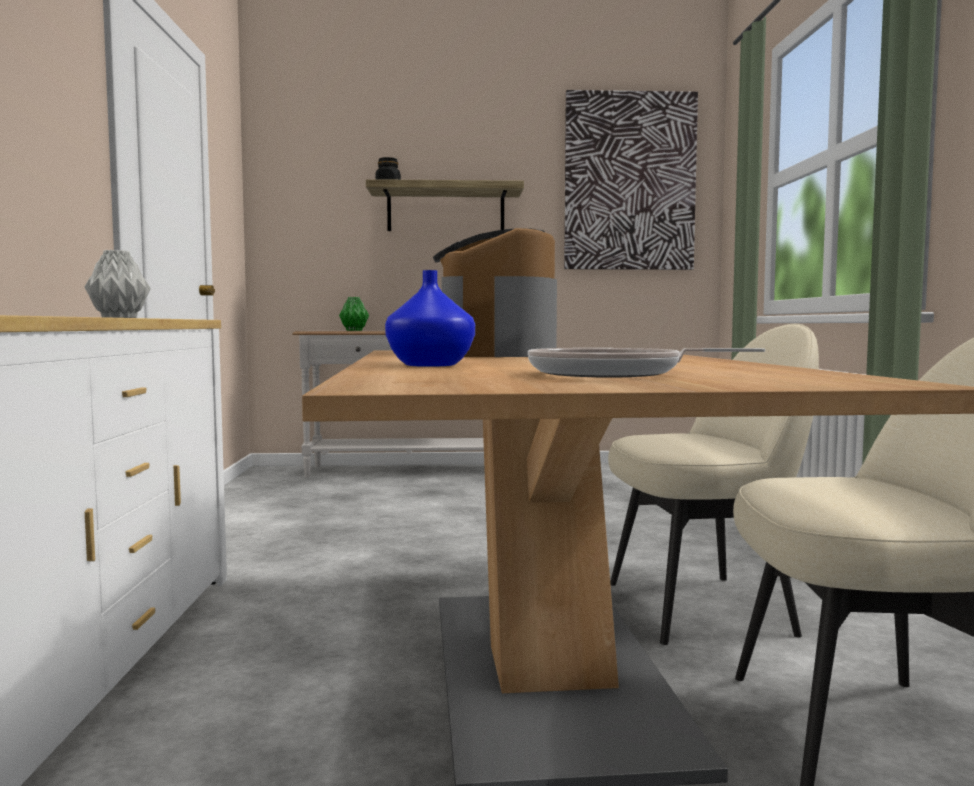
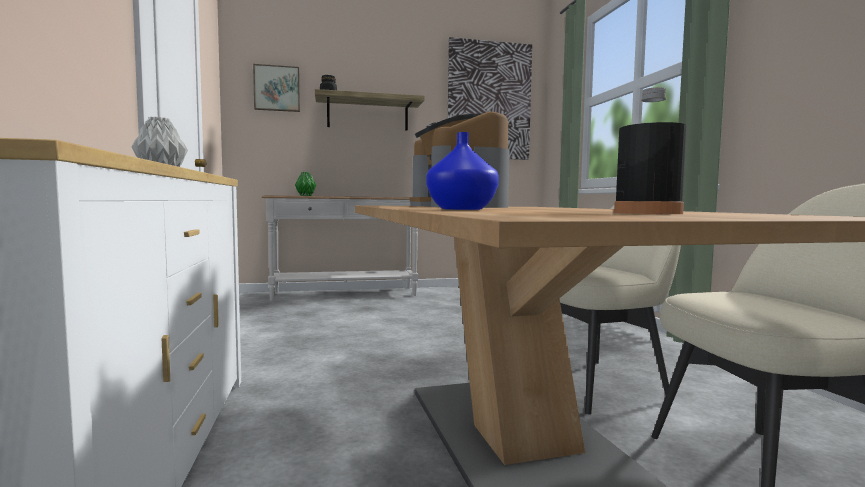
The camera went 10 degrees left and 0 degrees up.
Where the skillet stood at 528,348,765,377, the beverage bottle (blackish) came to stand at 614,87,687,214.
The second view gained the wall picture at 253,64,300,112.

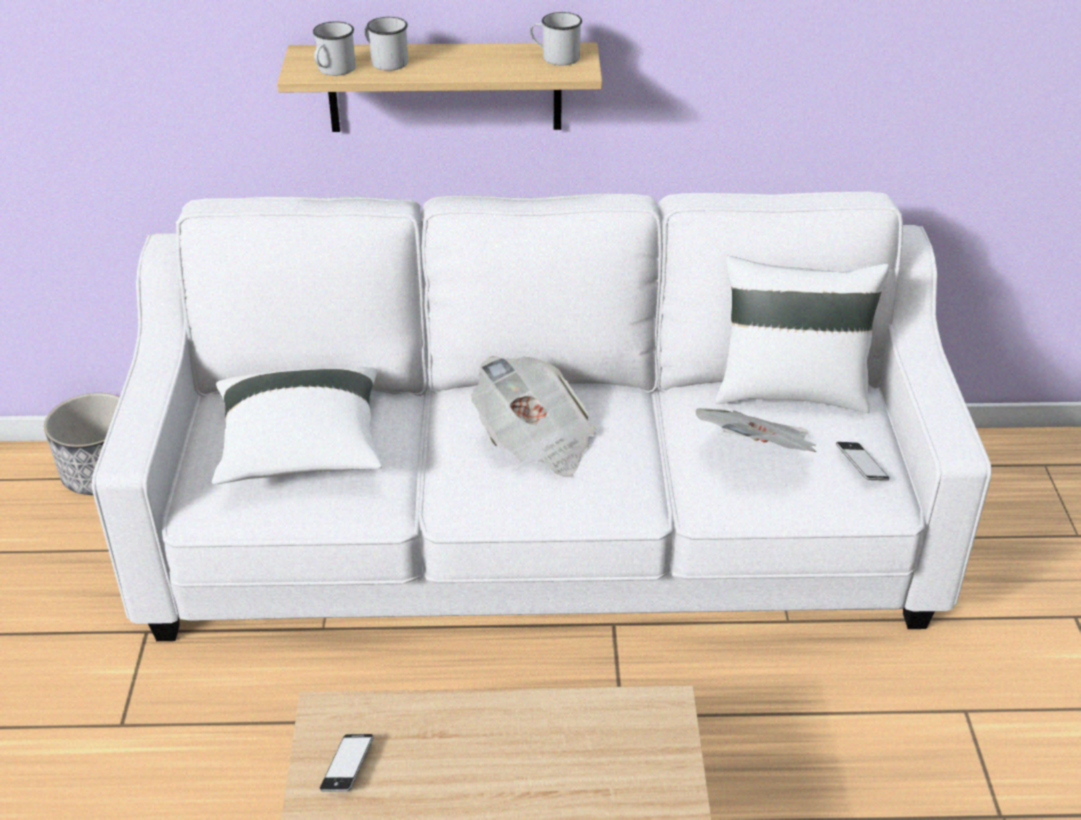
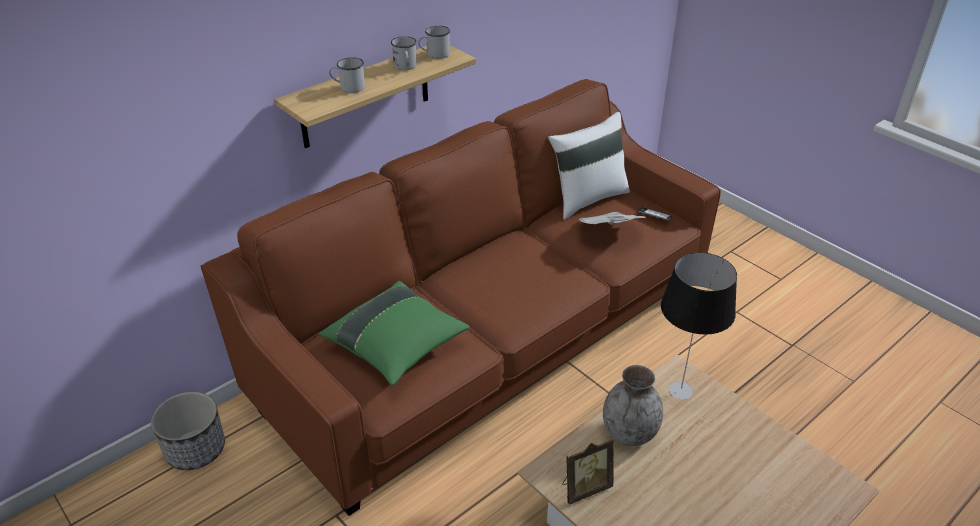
The camera went 40 degrees left and 0 degrees up.
What was the settee (white) at 91,192,992,641 turned into the settee (brown-coloured) at 200,79,721,516.
What was the throw pillow (white) at 212,367,382,484 turned into the throw pillow (green-coloured) at 319,281,470,386.
The coffee mug (white) ended up elsewhere, having gone from 313,22,356,76 to 391,36,417,70.
Where the handset stood at 320,734,374,792, the standing frame came to stand at 562,438,614,505.
The second view lost the newspaper at 471,356,597,477.
The second view gained the vase (grey) at 603,365,663,446.
The second view gained the table lamp at 661,252,737,399.

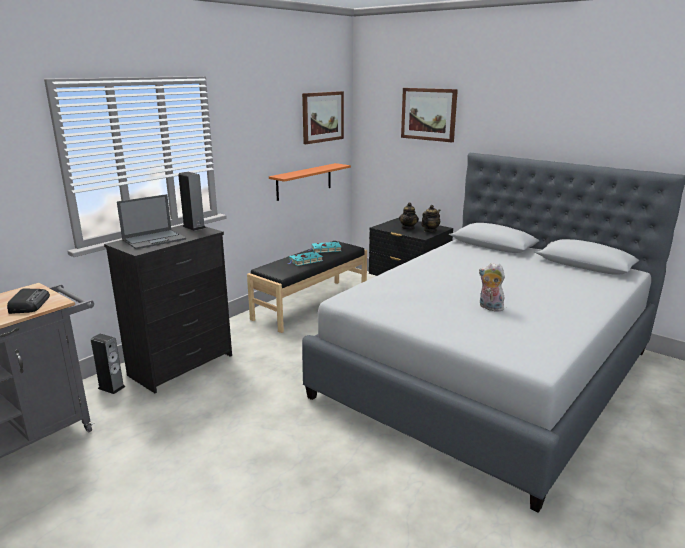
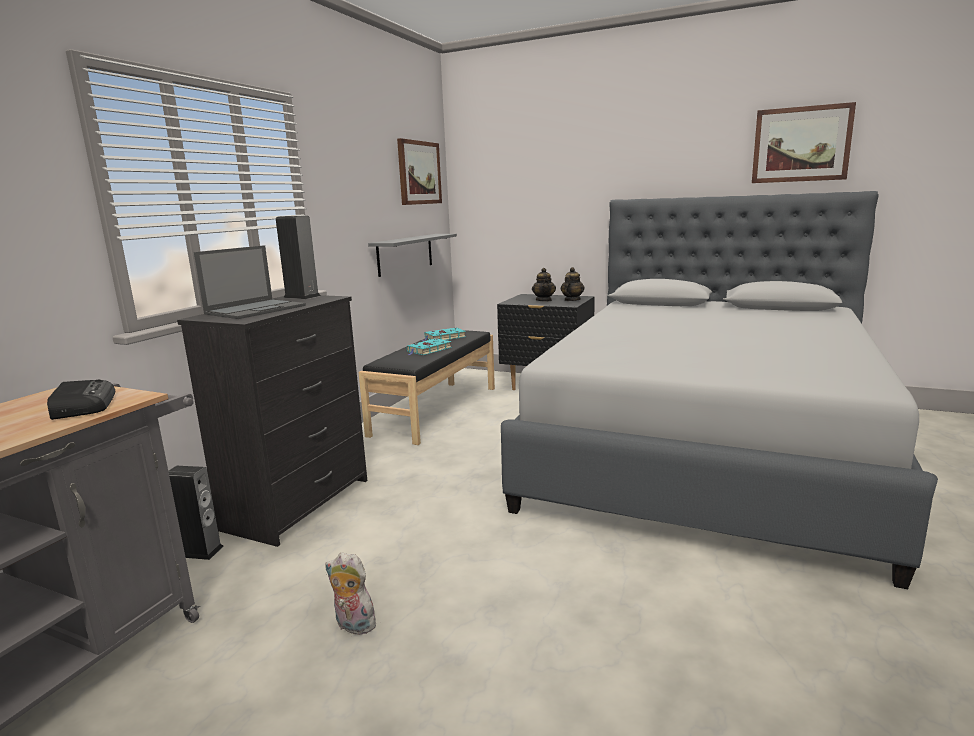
The camera went 15 degrees left and 5 degrees down.
What was the shelf (orangey) at 269,163,351,201 turned into the shelf (grey) at 368,234,457,277.
The wall picture ended up elsewhere, having gone from 401,88,458,142 to 752,102,856,183.
The soft toy ended up elsewhere, having gone from 479,263,505,312 to 325,552,378,635.

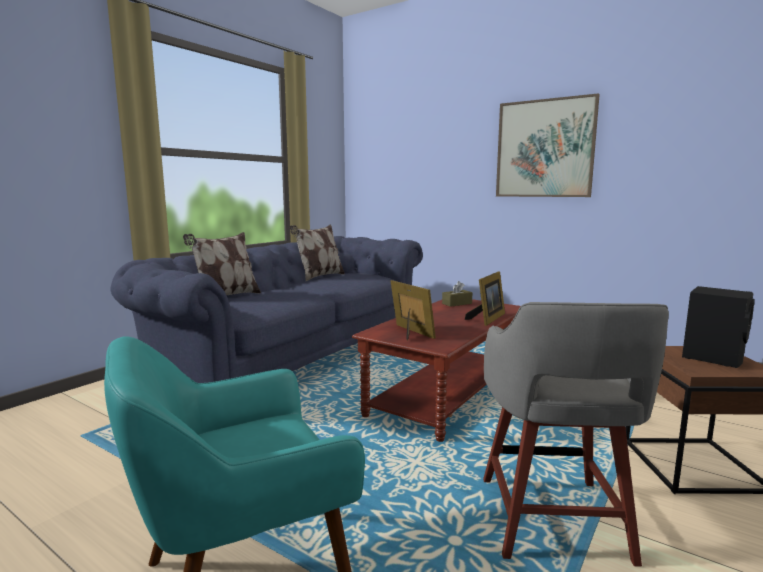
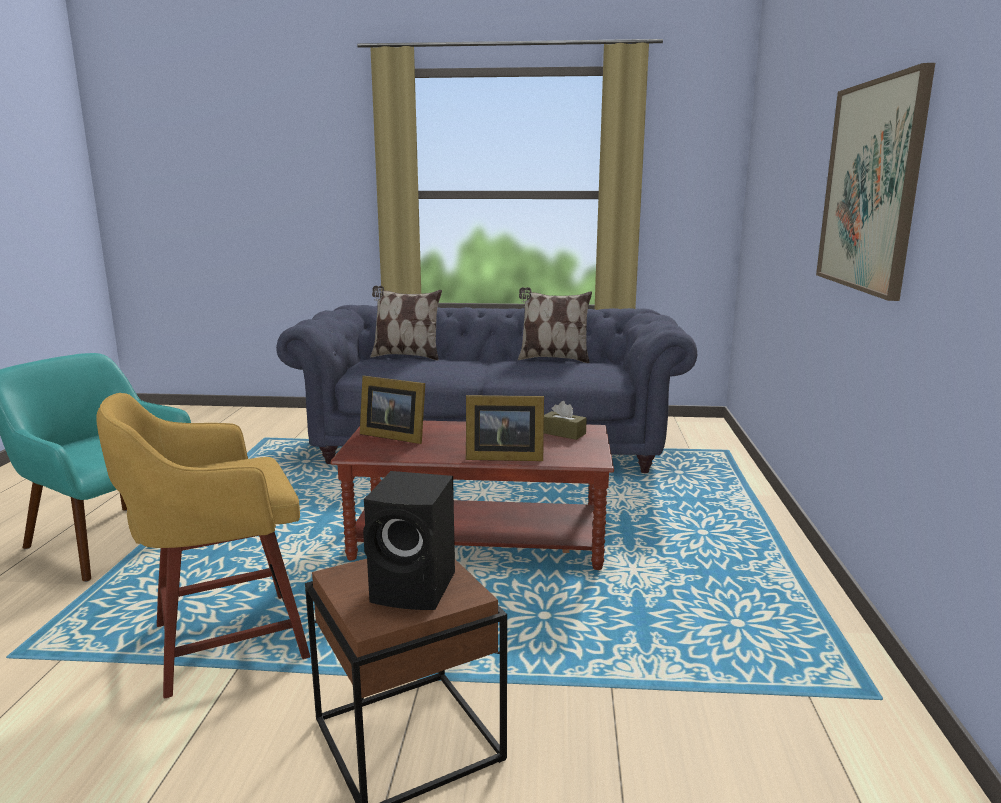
The camera went 60 degrees right and 5 degrees up.
The standing frame at 391,280,436,341 ended up facing another way, 90 degrees clockwise from before.
What was the sitting stool (grey) at 483,302,669,567 turned into the sitting stool (yellowish) at 96,393,310,699.

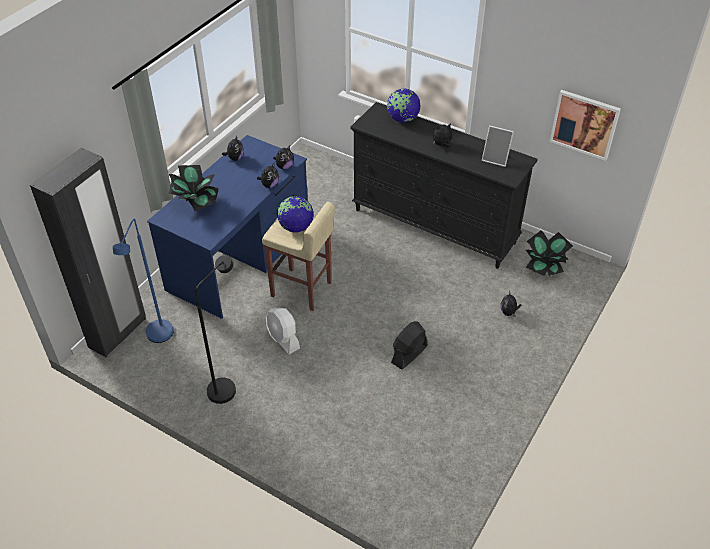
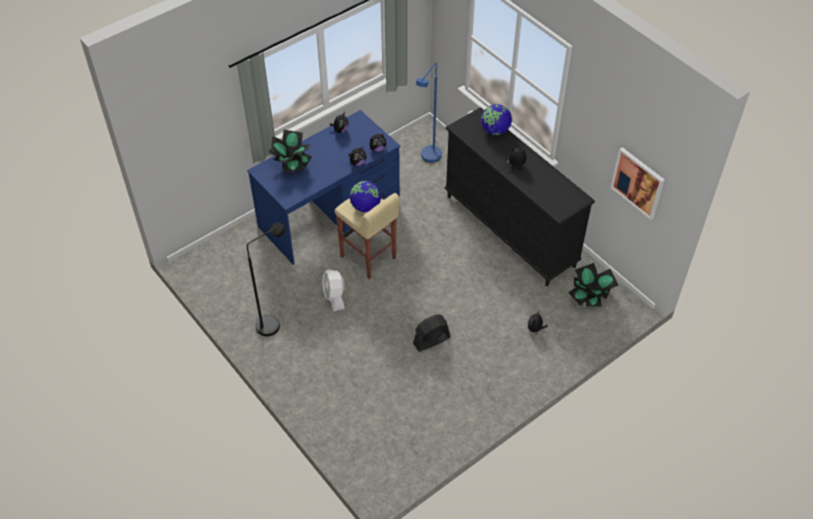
The camera went 20 degrees right and 5 degrees up.
The second view lost the clothes cupboard (blackish) at 30,148,146,357.
The standing lamp (blue-coloured) ended up elsewhere, having gone from 113,218,174,343 to 416,63,442,163.
The second view lost the standing frame at 482,125,514,167.

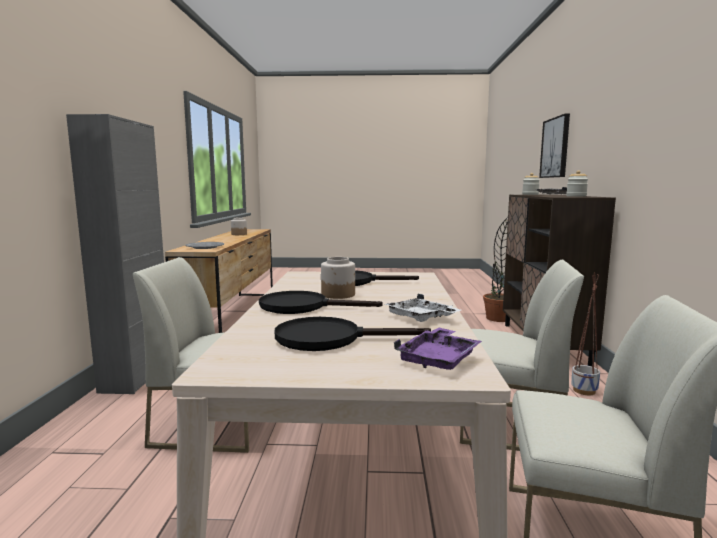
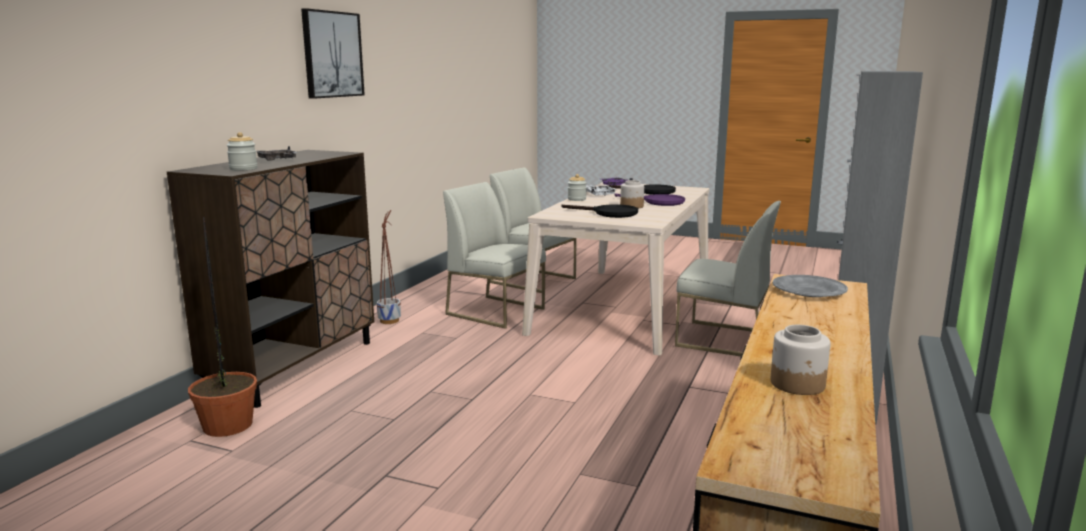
The camera went 160 degrees left and 5 degrees up.
What was the skillet (blackish) at 259,291,383,314 turned into the skillet (purple-coloured) at 615,193,685,206.
The wall picture ended up elsewhere, having gone from 539,113,570,178 to 301,8,365,99.
The preserve jar ended up elsewhere, having gone from 566,171,588,197 to 568,174,587,201.

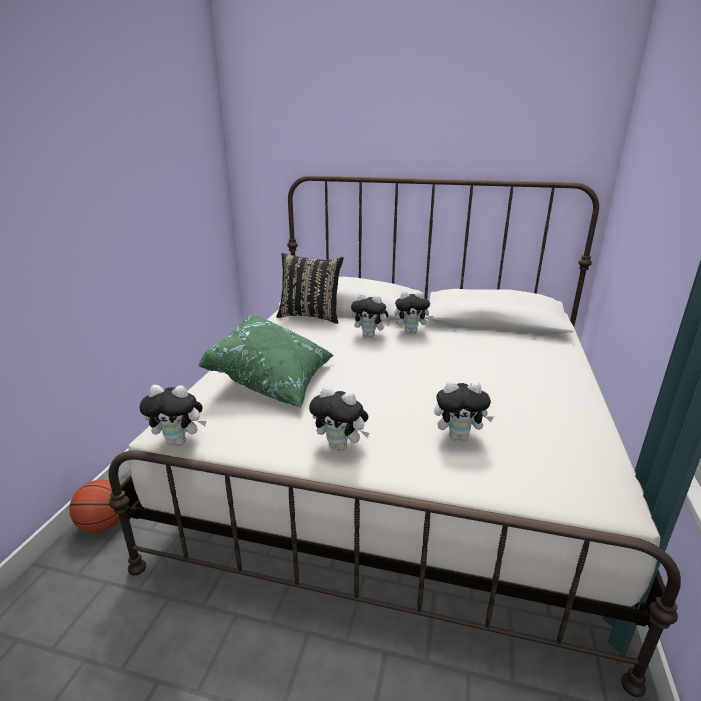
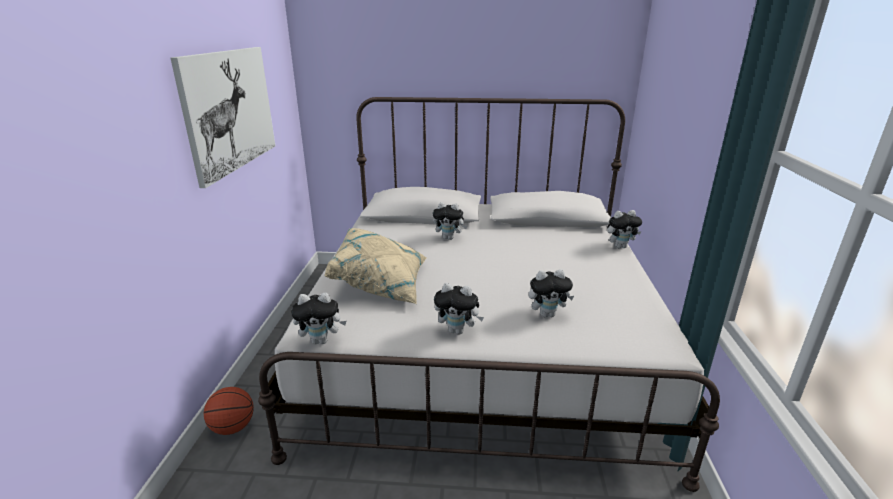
The camera went 10 degrees left and 0 degrees up.
What was the throw pillow (green-coloured) at 198,315,334,408 turned into the throw pillow (sand-coloured) at 324,228,427,304.
The second view lost the throw pillow (blackish) at 276,253,344,324.
The soft toy ended up elsewhere, having gone from 394,291,433,333 to 607,210,642,248.
The second view gained the wall picture at 170,47,275,188.

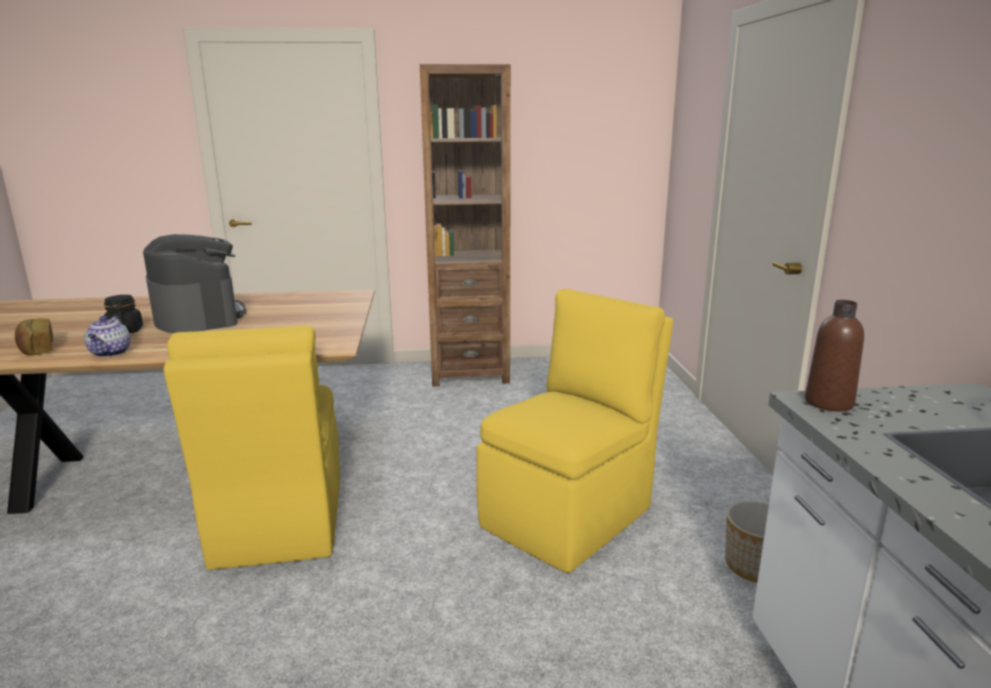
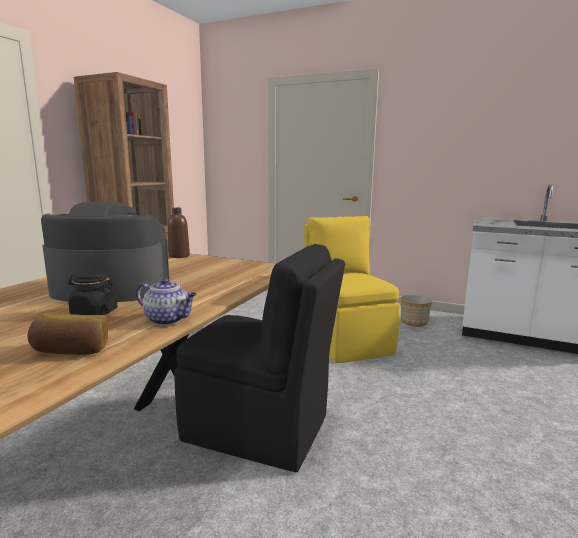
The camera went 60 degrees left and 5 degrees down.
What was the plain chair (yellowish) at 164,325,340,570 turned into the plain chair (blackish) at 174,244,345,472.
The beverage bottle (brown-coloured) ended up elsewhere, having gone from 805,300,864,411 to 168,208,190,258.

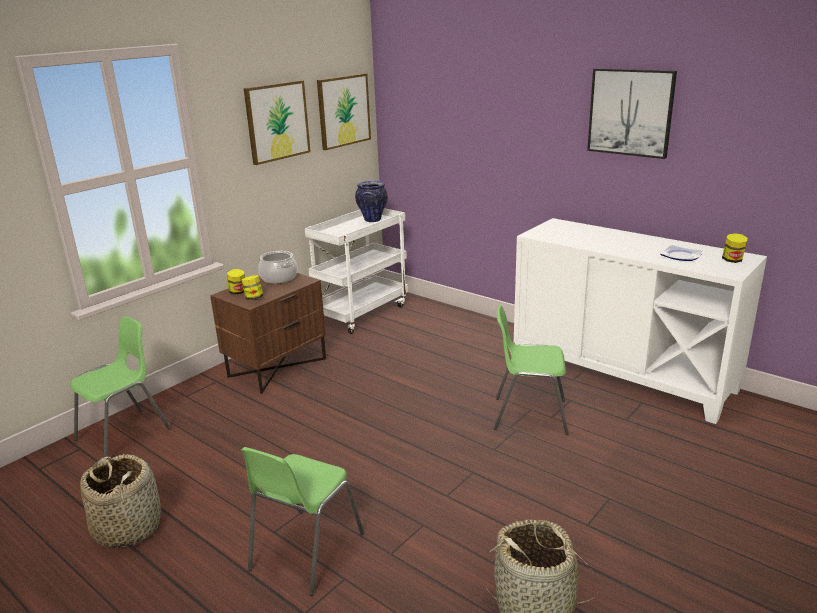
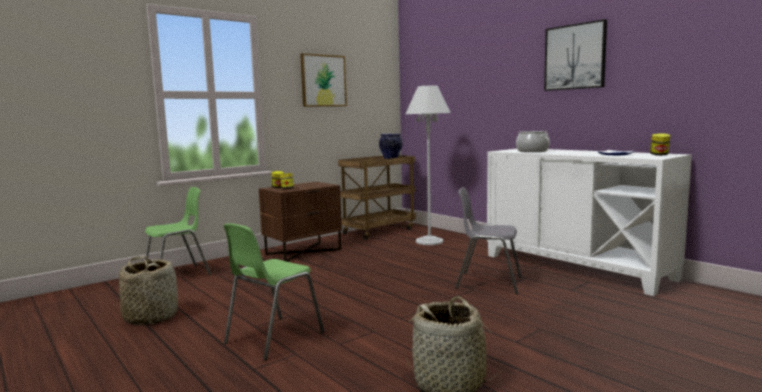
The camera went 10 degrees right and 15 degrees down.
The cooking pot ended up elsewhere, having gone from 258,251,297,283 to 516,131,550,152.
What was the trolley (white) at 305,208,408,334 turned into the trolley (brown-coloured) at 338,155,416,240.
The second view lost the wall picture at 317,73,371,150.
What was the plain chair (green-coloured) at 494,305,569,435 turned into the plain chair (grey) at 456,187,522,294.
The second view gained the standing lamp (white) at 406,86,451,245.

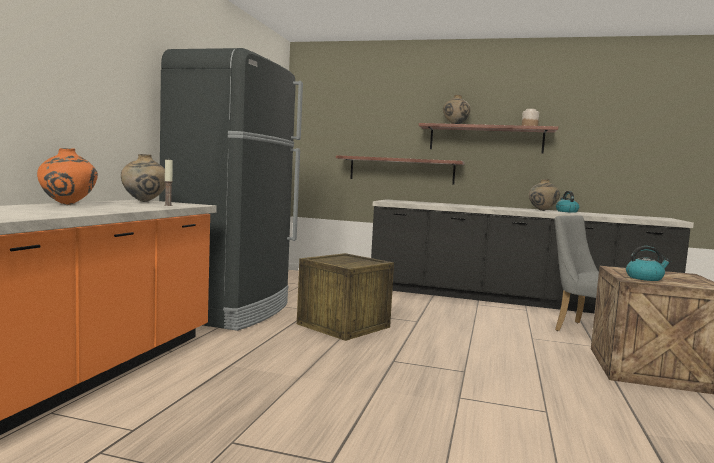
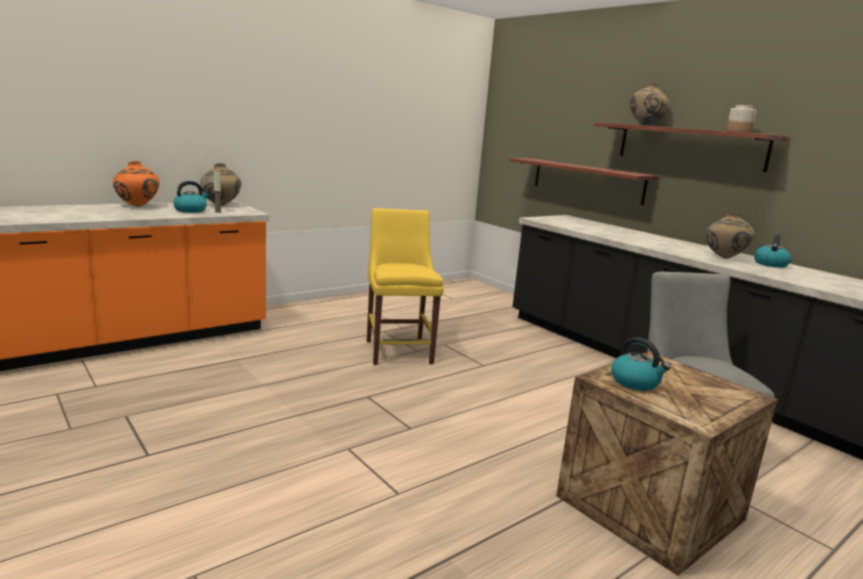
The camera went 35 degrees right and 10 degrees up.
The second view lost the kitchen fridge (blackish) at 159,48,303,331.
Where the packing crate stood at 297,253,394,341, the plain chair (yellowish) came to stand at 366,208,444,365.
The second view gained the kettle at 173,181,210,213.

